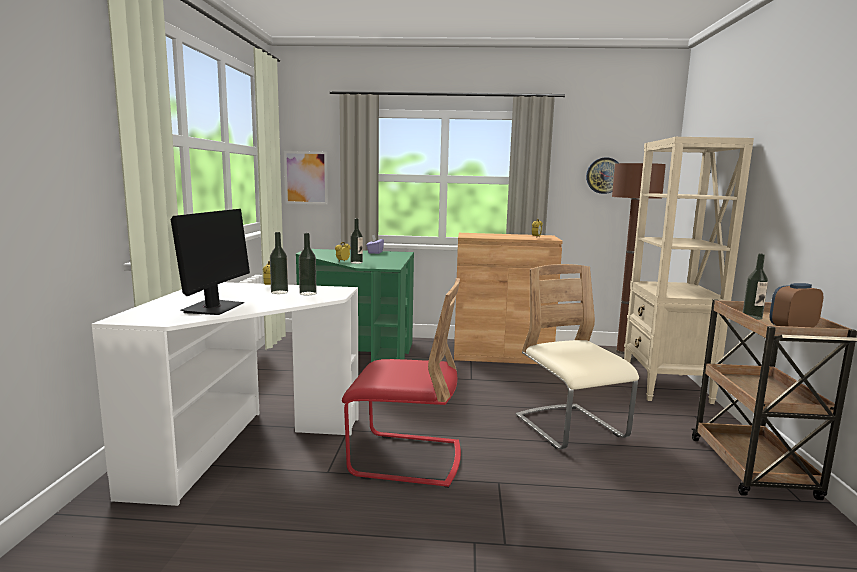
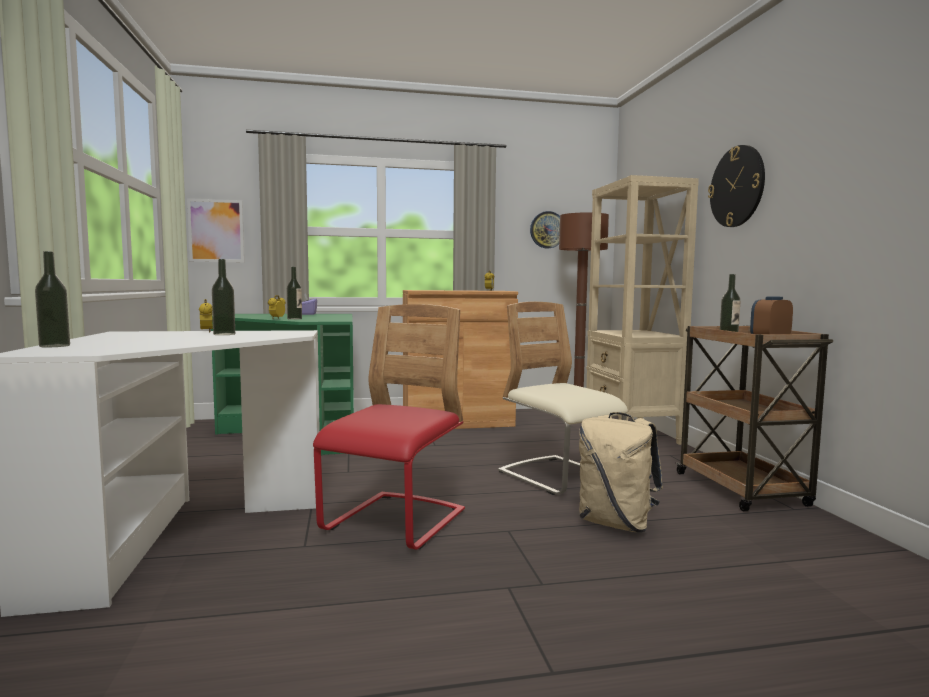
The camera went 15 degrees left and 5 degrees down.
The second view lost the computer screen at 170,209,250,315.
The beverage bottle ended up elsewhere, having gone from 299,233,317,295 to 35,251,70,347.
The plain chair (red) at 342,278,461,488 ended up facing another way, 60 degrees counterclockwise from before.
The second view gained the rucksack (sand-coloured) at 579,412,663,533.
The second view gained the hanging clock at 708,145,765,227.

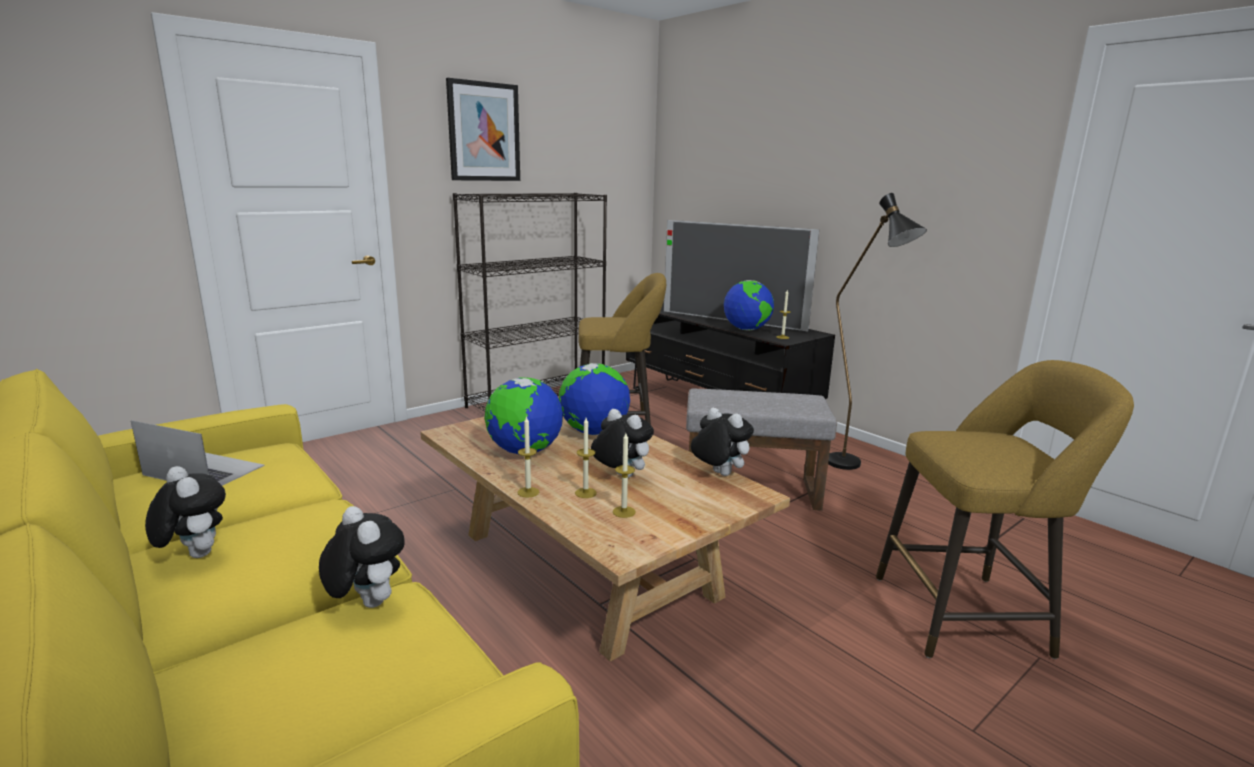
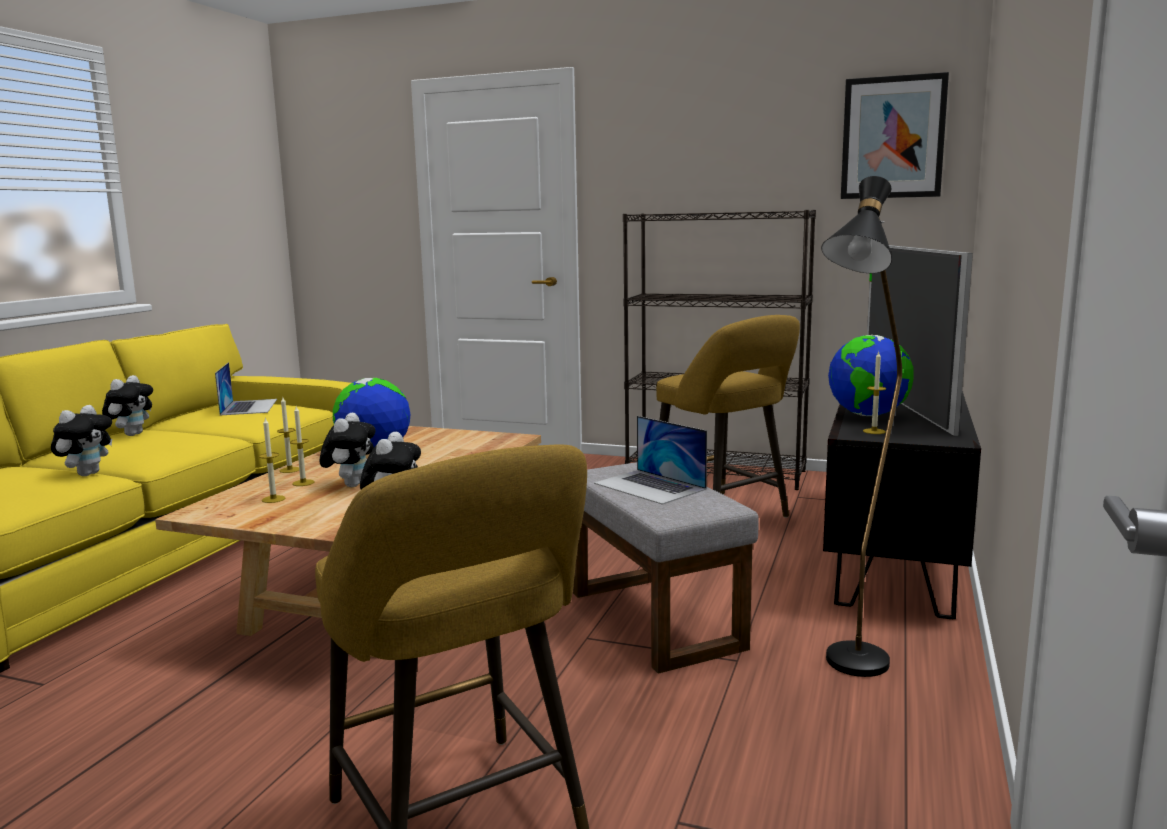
The camera went 60 degrees right and 5 degrees down.
The wall picture ended up elsewhere, having gone from 446,78,520,181 to 841,72,949,199.
The second view lost the world globe at 559,363,630,435.
The second view gained the portable computer at 594,416,707,505.

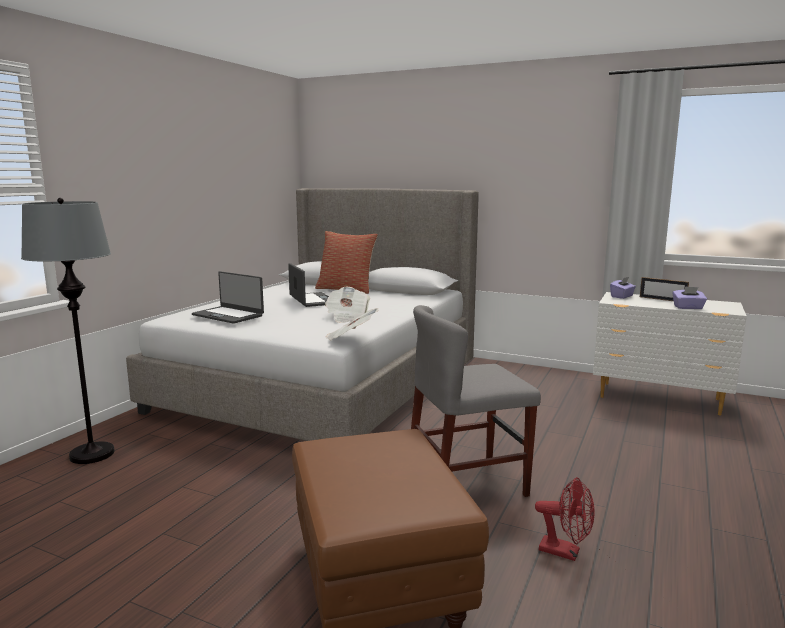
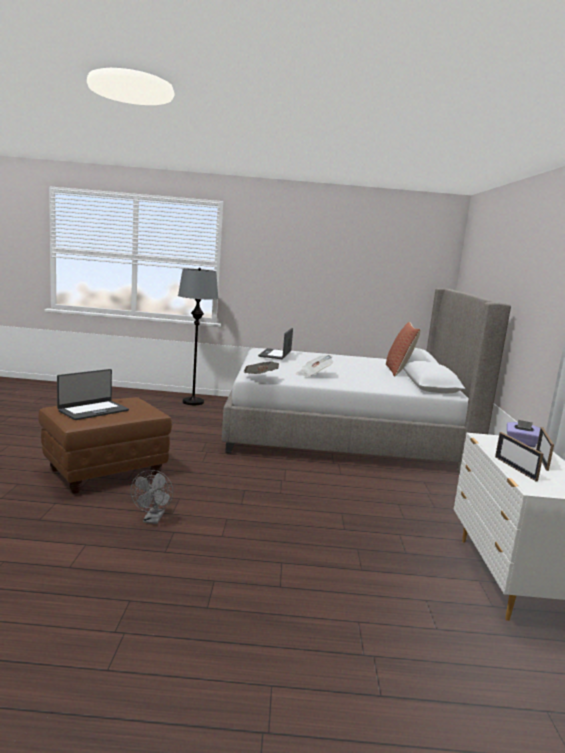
The camera went 65 degrees right and 0 degrees up.
The portable computer ended up elsewhere, having gone from 288,263,329,307 to 57,369,129,420.
The second view lost the plain chair (grey) at 411,305,541,497.
What was the fan (red) at 535,477,595,561 turned into the fan (grey) at 130,470,173,524.
Where the tissue box (purple-coloured) stood at 673,286,707,309, the standing frame came to stand at 495,432,543,481.

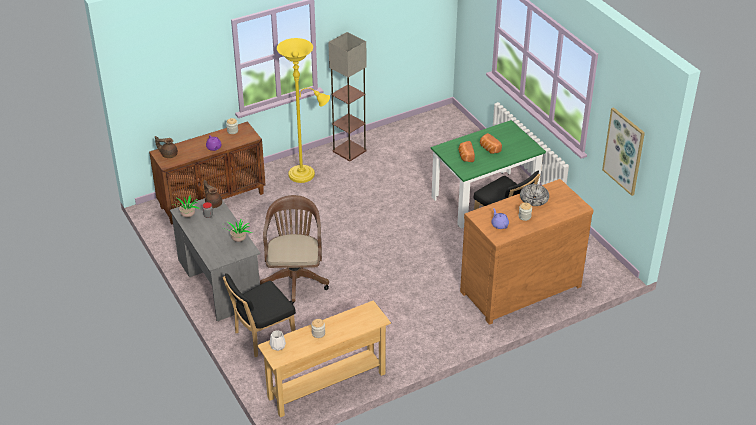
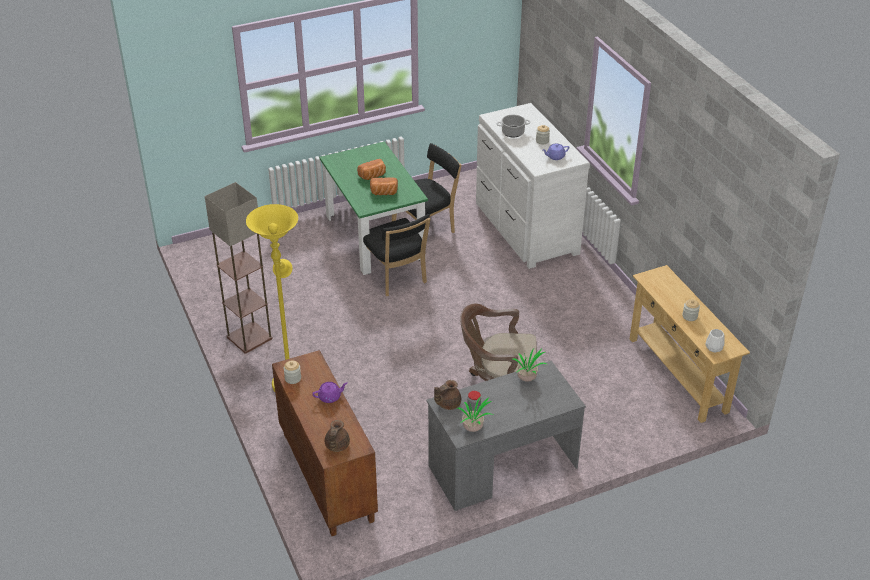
The camera went 85 degrees left and 0 degrees up.
The plain chair (blackish) ended up elsewhere, having gone from 223,273,296,358 to 363,214,430,296.
What was the chest of drawers (brown-coloured) at 460,179,593,325 turned into the chest of drawers (white) at 476,103,590,269.
Where the deep dish stood at 520,184,549,206, the cooking pot came to stand at 497,115,531,137.
The second view lost the wall picture at 602,107,645,196.

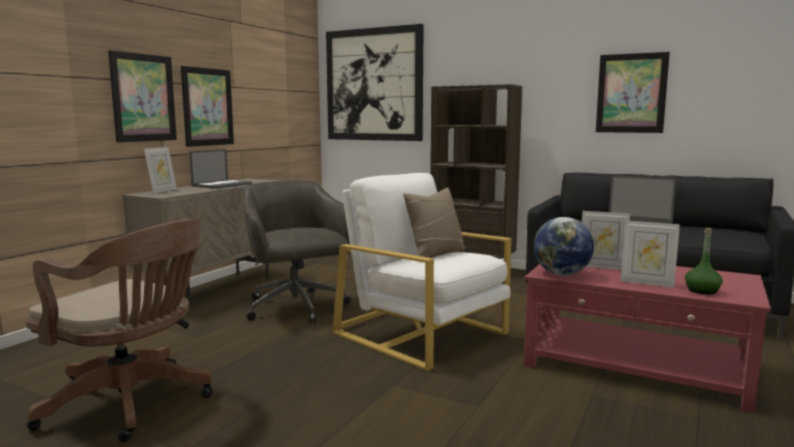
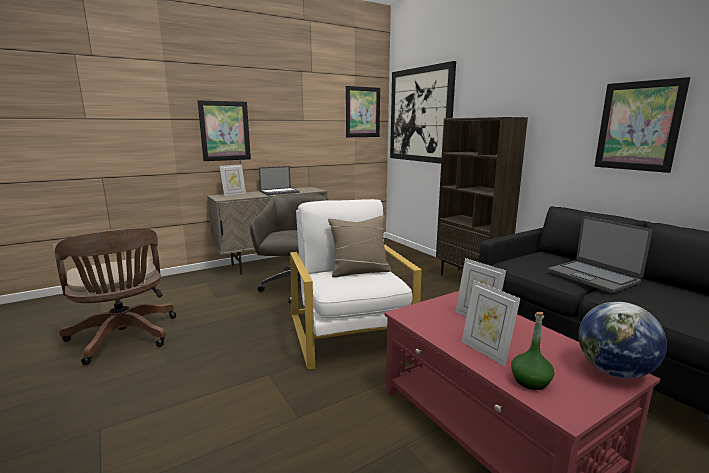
The camera went 30 degrees right and 5 degrees up.
The wall picture ended up elsewhere, having gone from 181,66,234,147 to 346,86,380,137.
The world globe ended up elsewhere, having gone from 534,217,594,276 to 578,301,667,378.

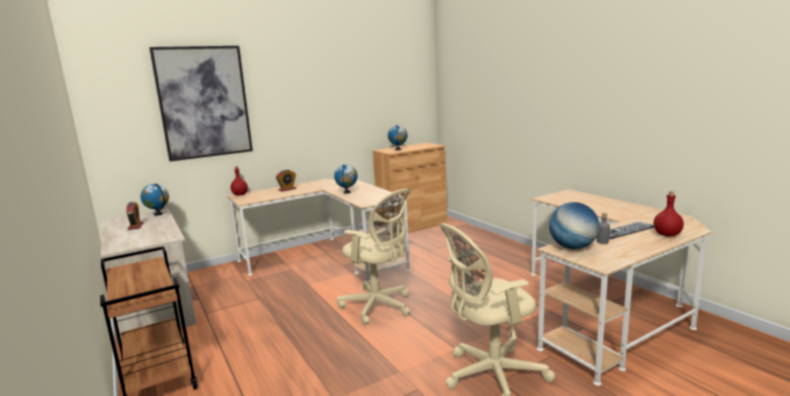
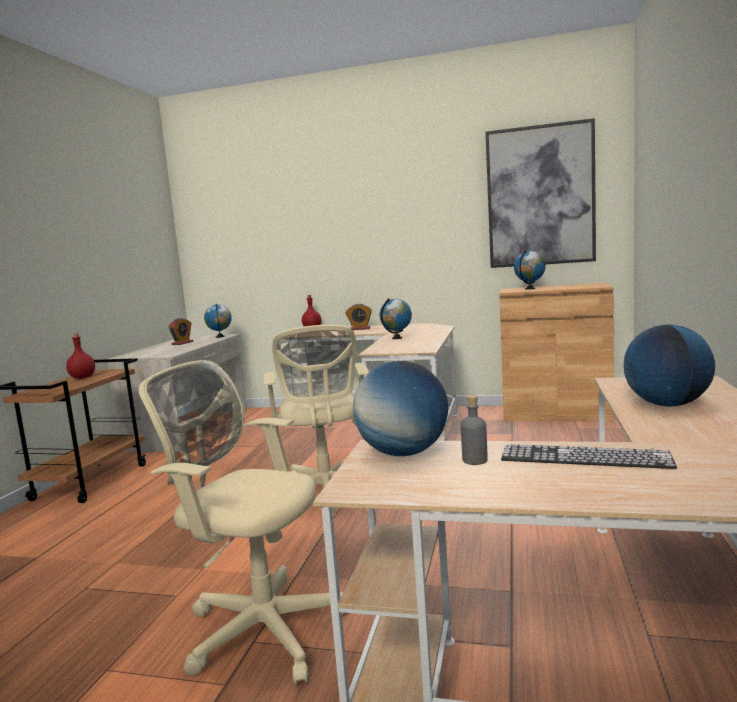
The camera went 45 degrees right and 5 degrees down.
The wall picture ended up elsewhere, having gone from 149,46,253,161 to 486,118,596,268.
The beverage bottle (red) ended up elsewhere, having gone from 653,191,684,237 to 66,333,95,379.
The second view gained the world globe at 623,324,715,406.

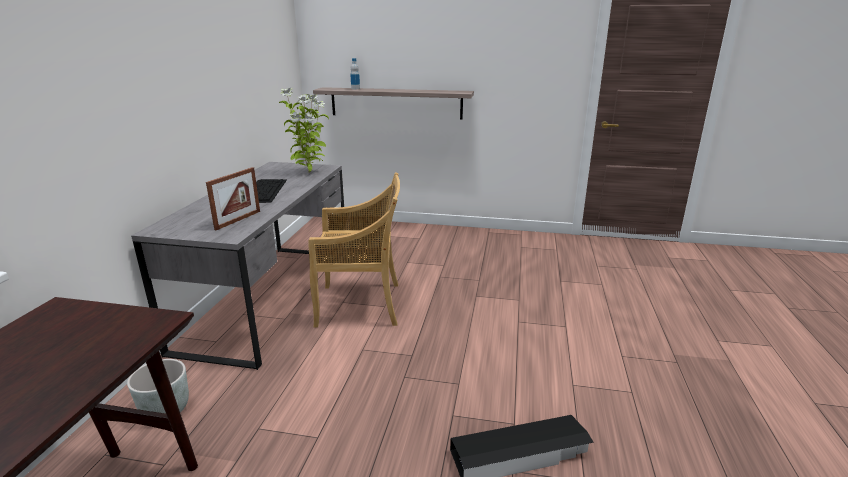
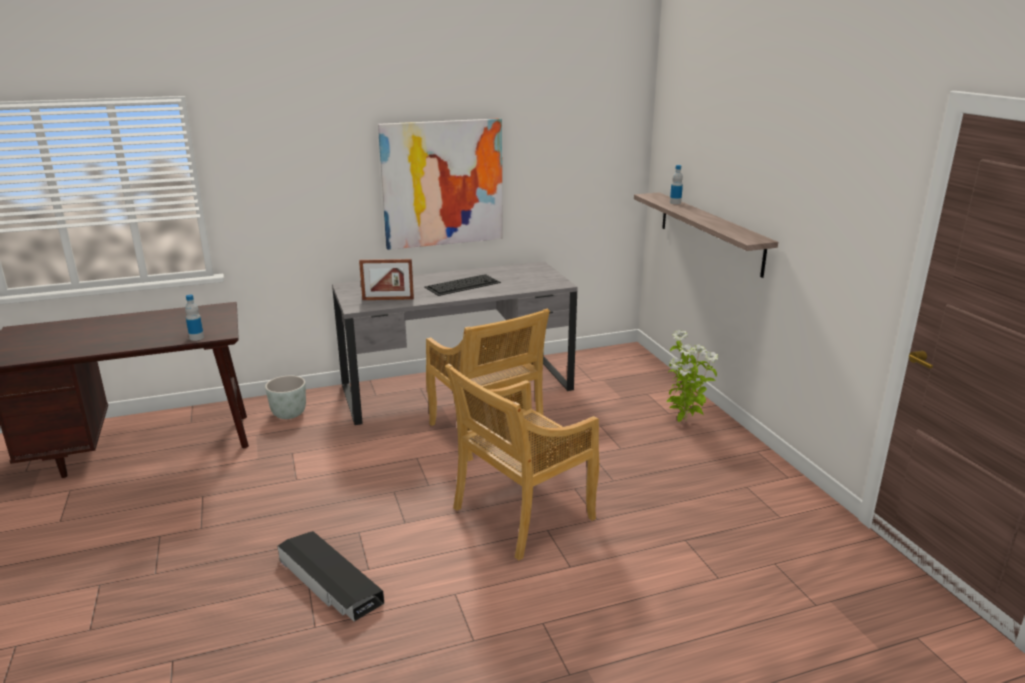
The camera went 60 degrees right and 0 degrees up.
The potted plant ended up elsewhere, having gone from 279,88,329,172 to 667,330,719,422.
The second view gained the beverage bottle at 185,294,204,341.
The second view gained the wall picture at 378,118,503,250.
The second view gained the plain chair (sand-coloured) at 445,363,599,560.

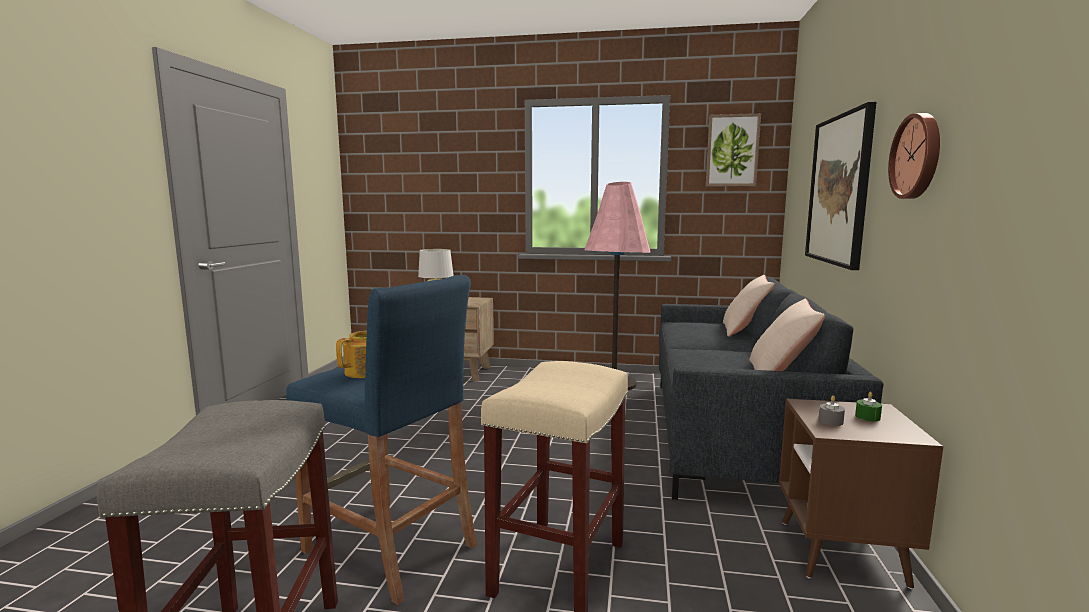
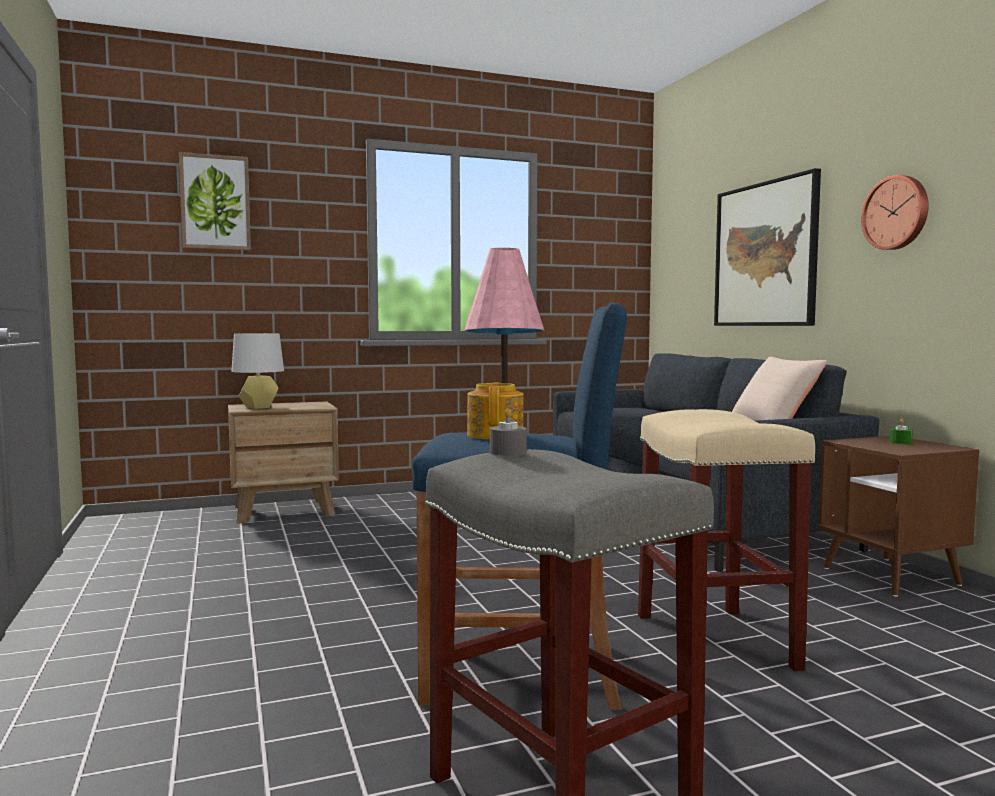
The camera went 30 degrees left and 5 degrees down.
The wall picture ended up elsewhere, having gone from 706,113,761,186 to 179,152,251,250.
The second view lost the throw pillow (sand-coloured) at 723,275,775,337.
The wax light (grey) ended up elsewhere, having gone from 818,396,845,426 to 490,408,527,456.

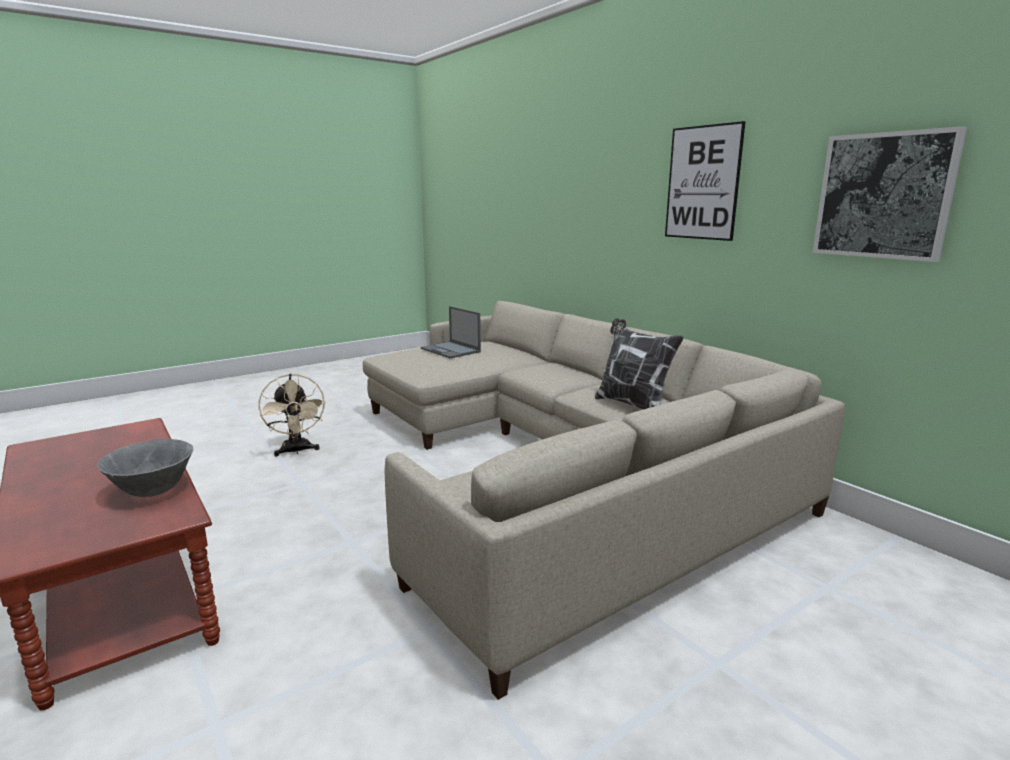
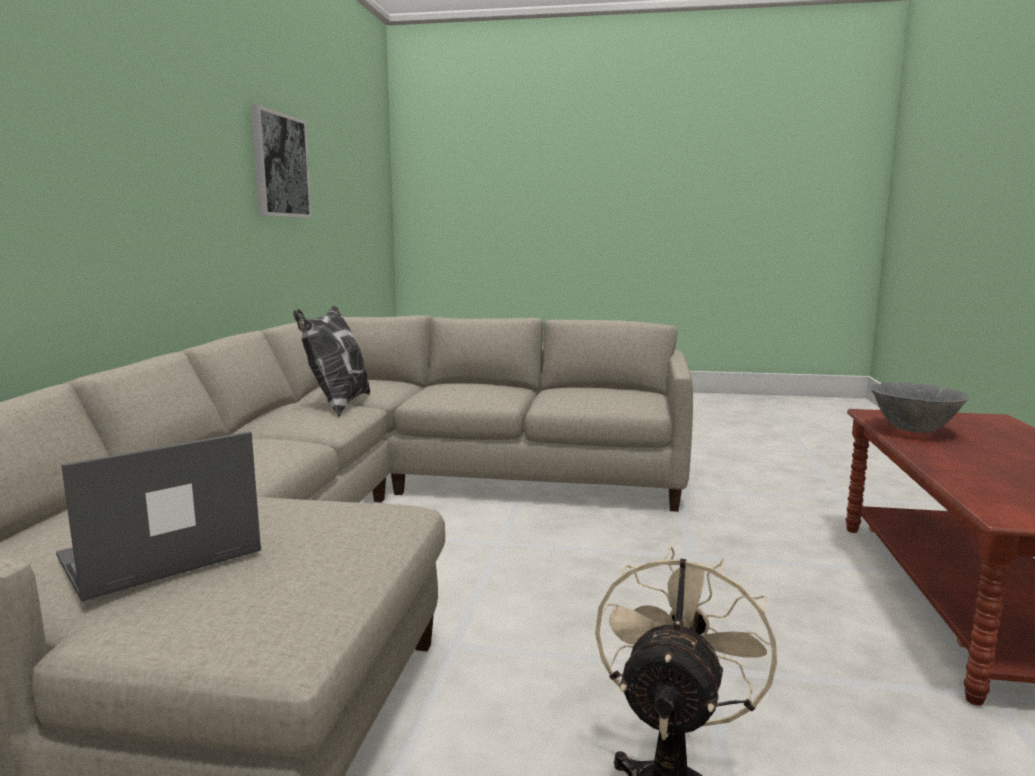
The camera went 135 degrees left and 5 degrees down.
The portable computer at 421,306,481,358 ended up facing another way, 135 degrees counterclockwise from before.
The second view lost the wall picture at 665,121,746,241.

